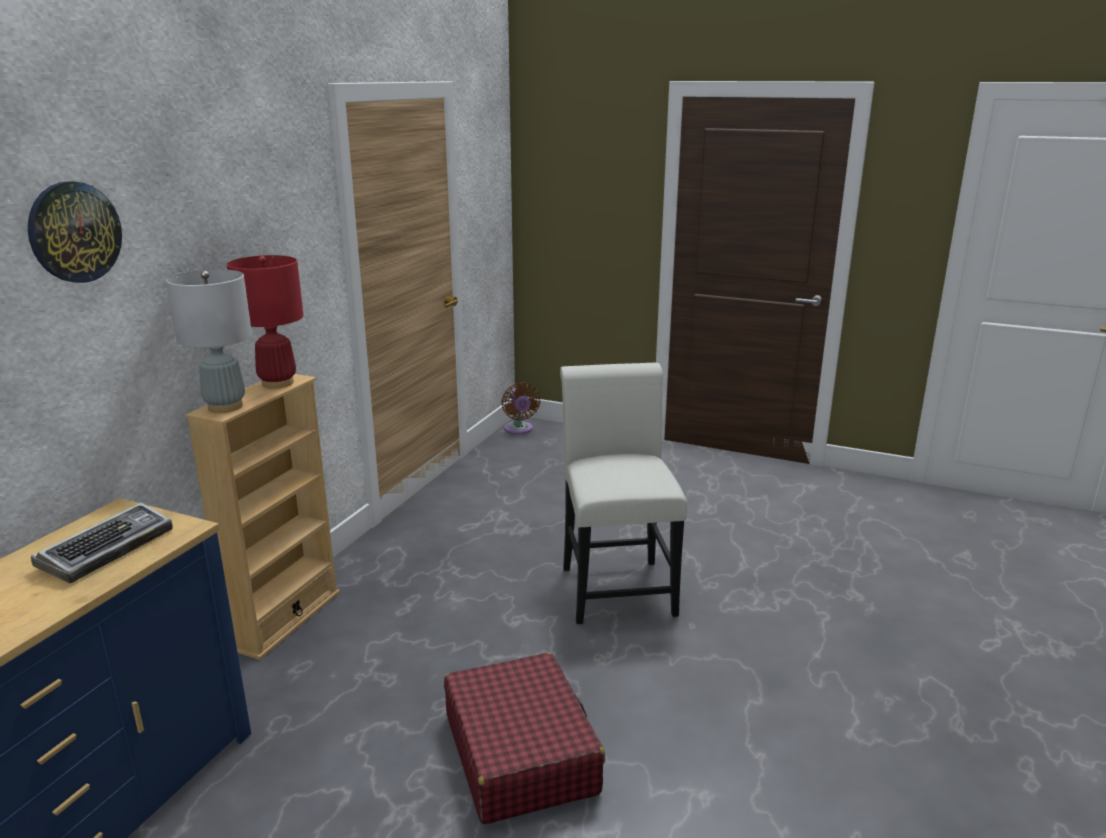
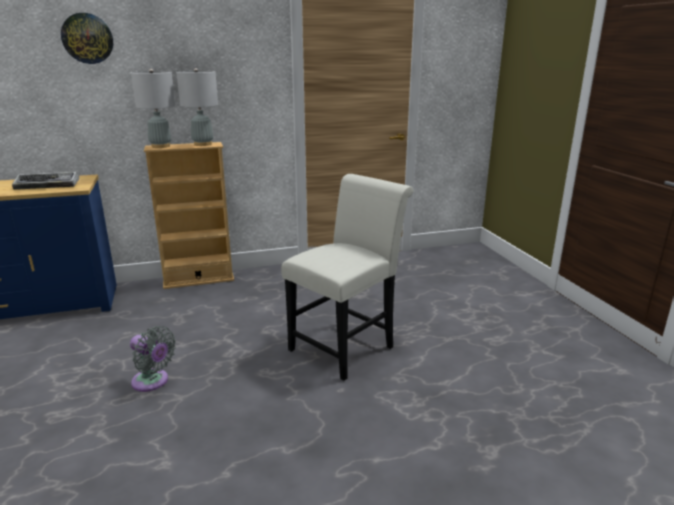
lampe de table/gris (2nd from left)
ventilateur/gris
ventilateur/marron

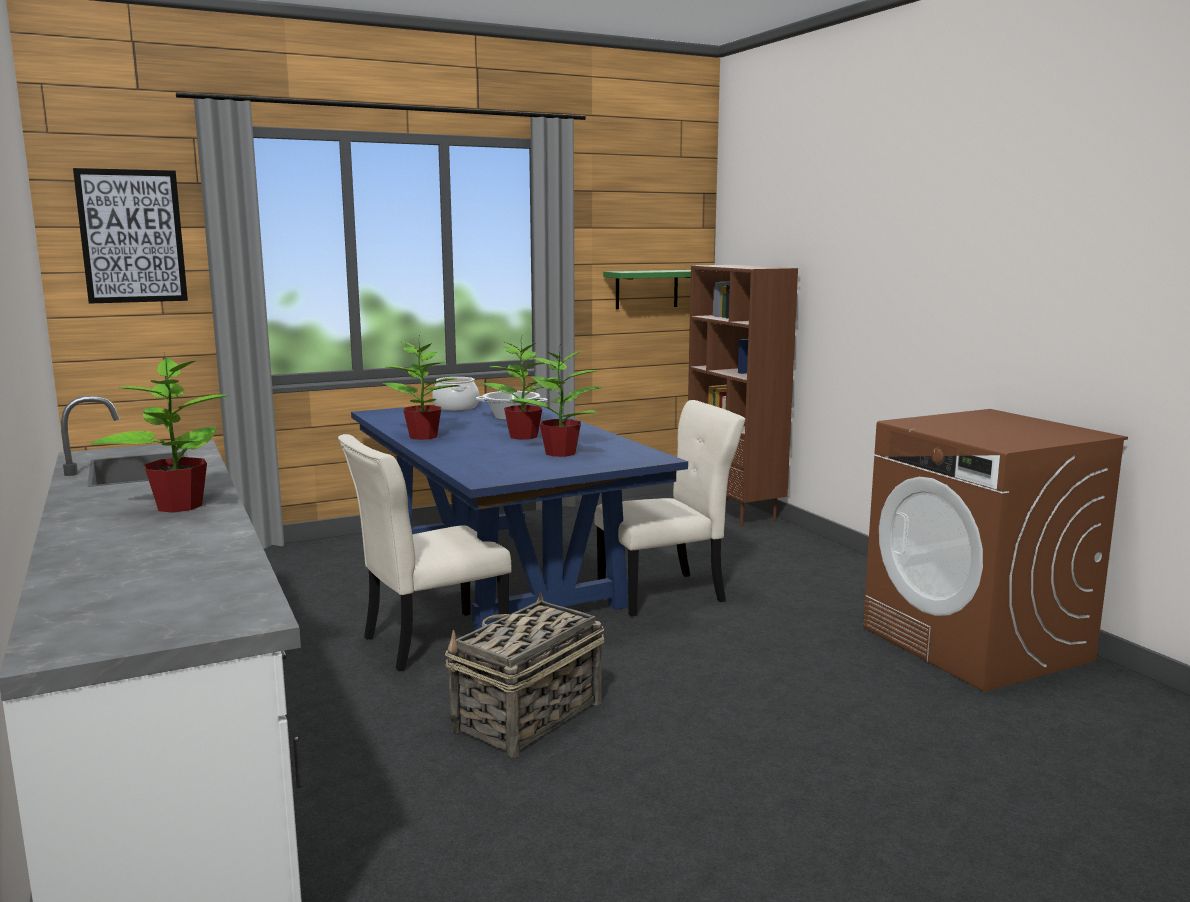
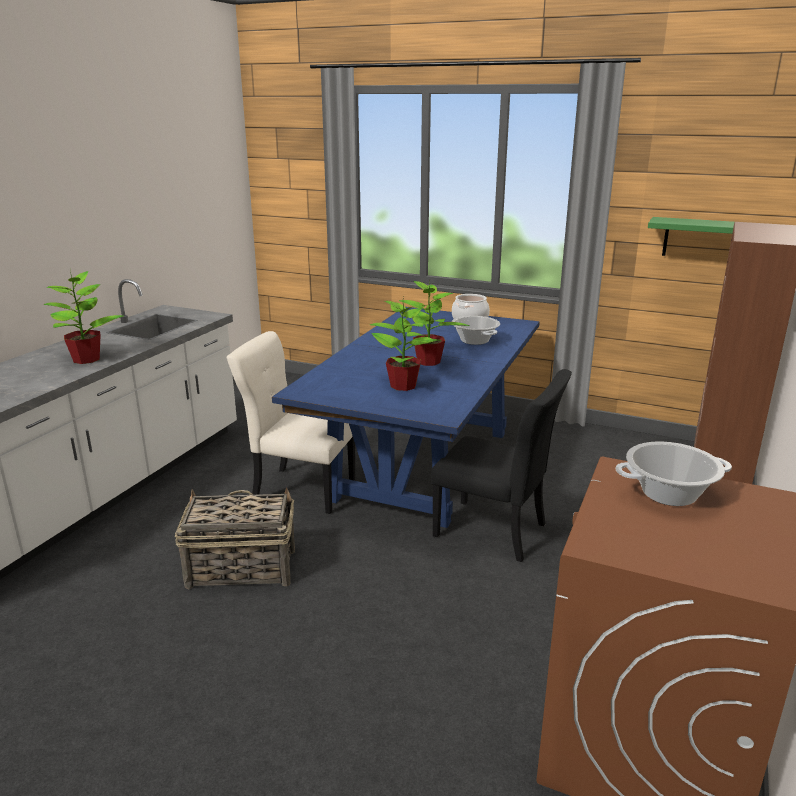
tableau
plante en pot (2nd from left in the first image)
chaise/noir
marmite (3rd from left)

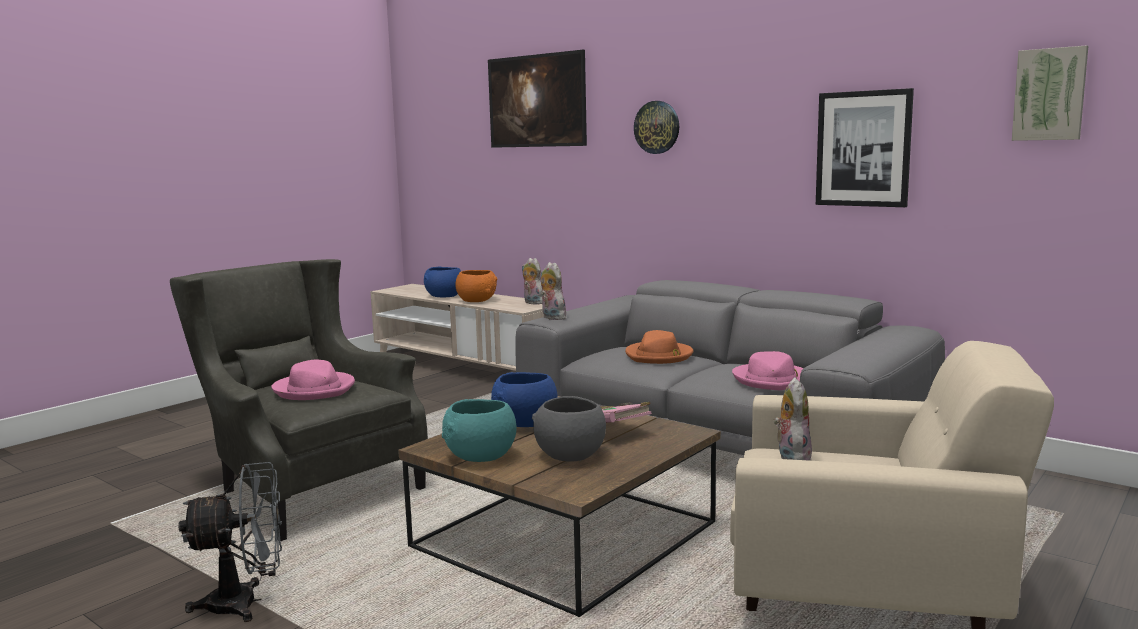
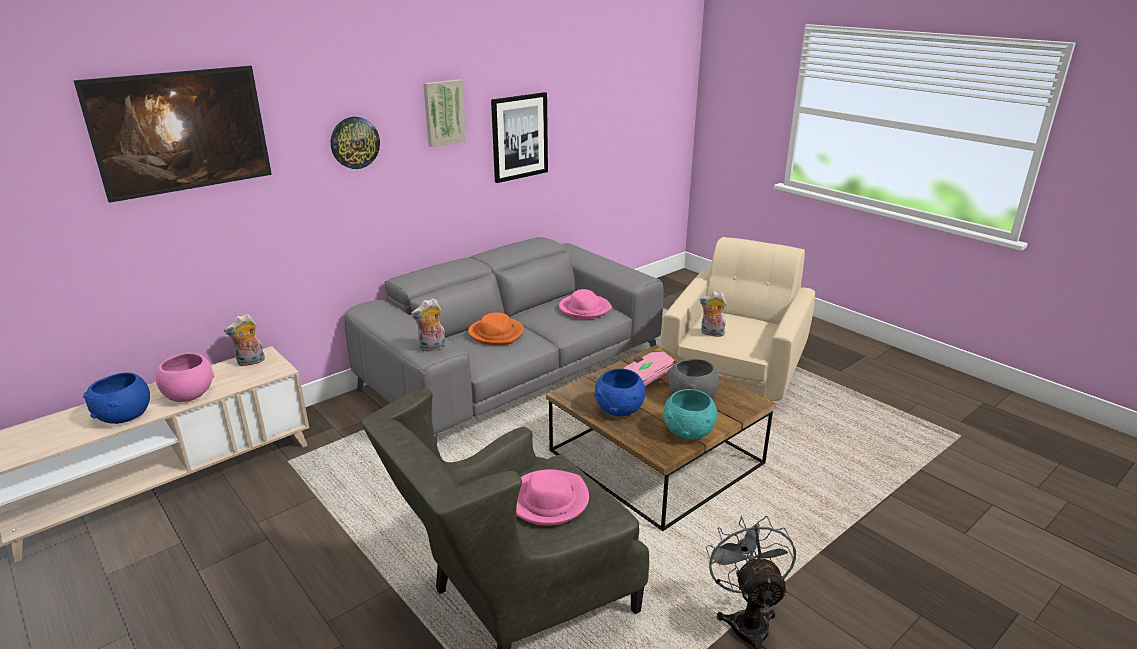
bol/rose
tableau (2nd from left)

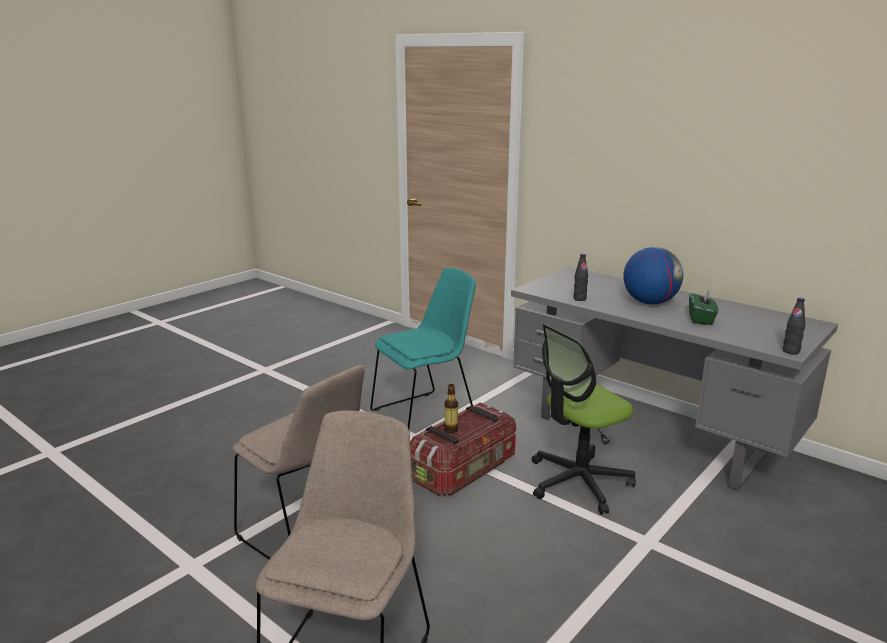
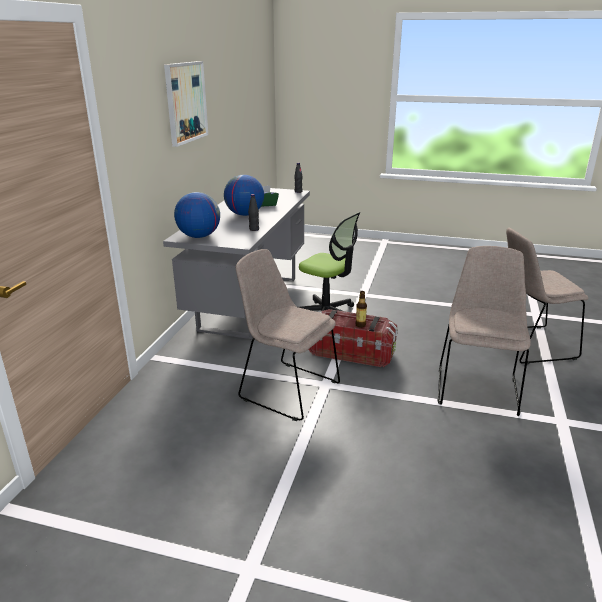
chaise/beige (1st from left)
tableau
globe (1st from left)

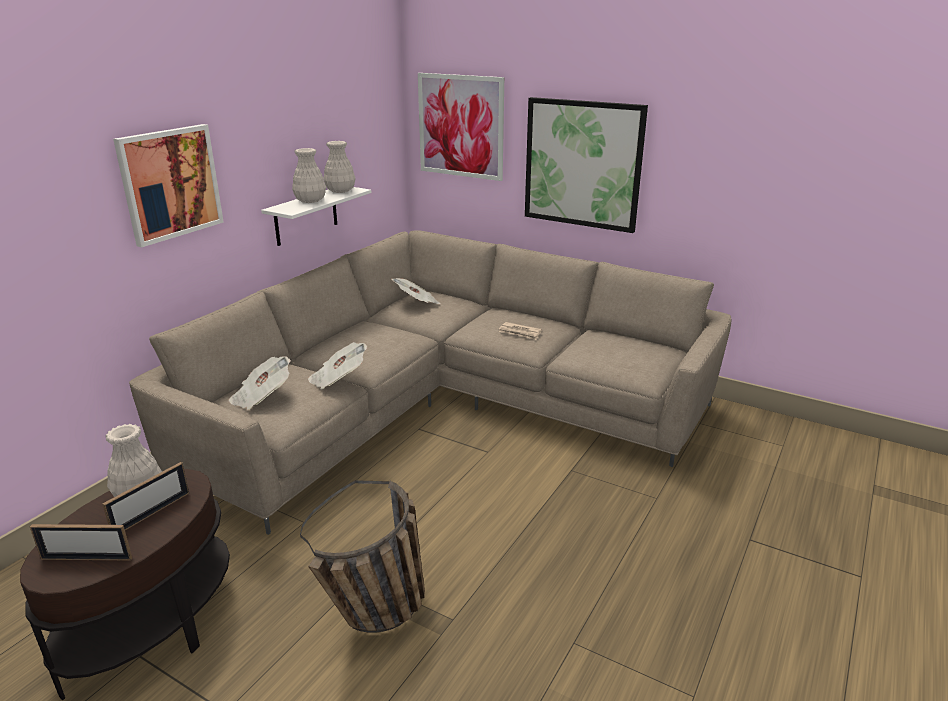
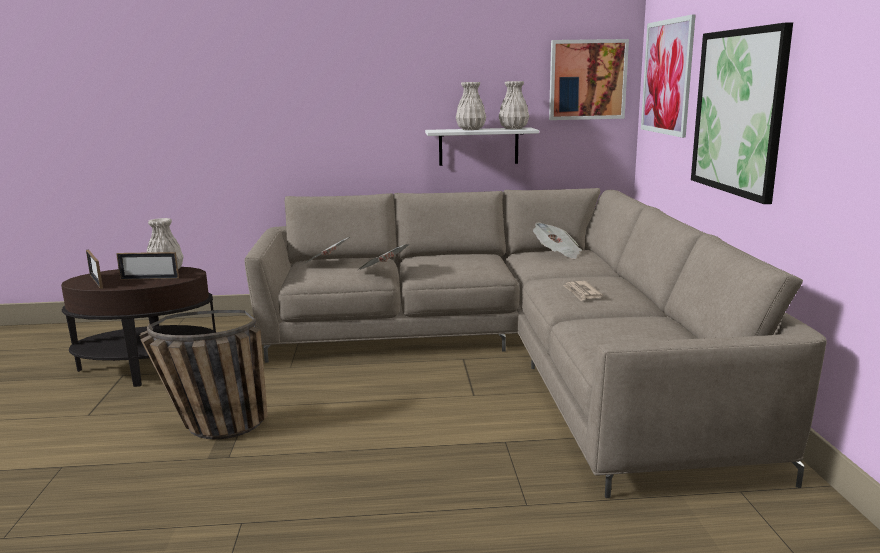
tableau (1st from left)

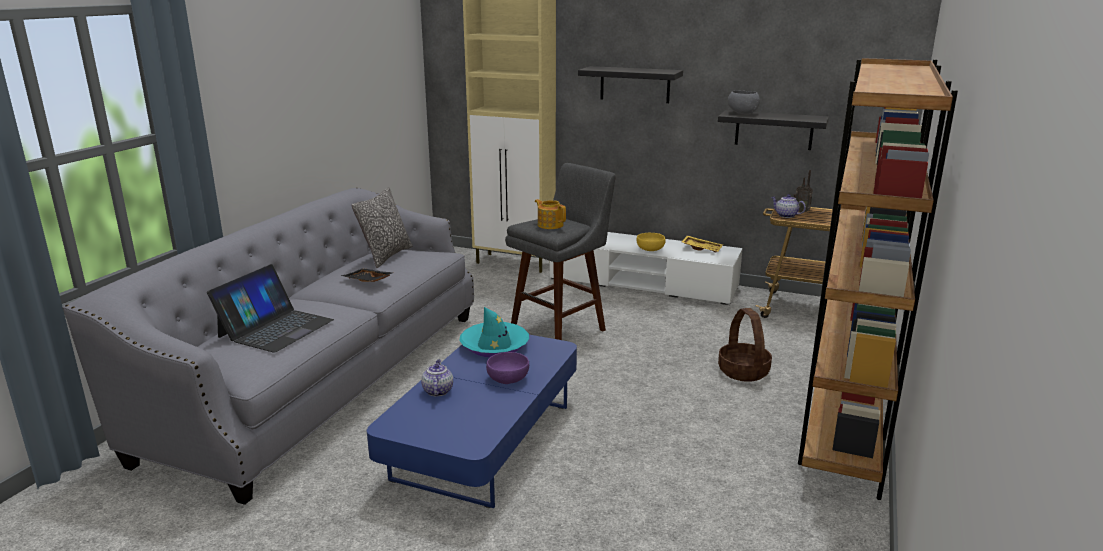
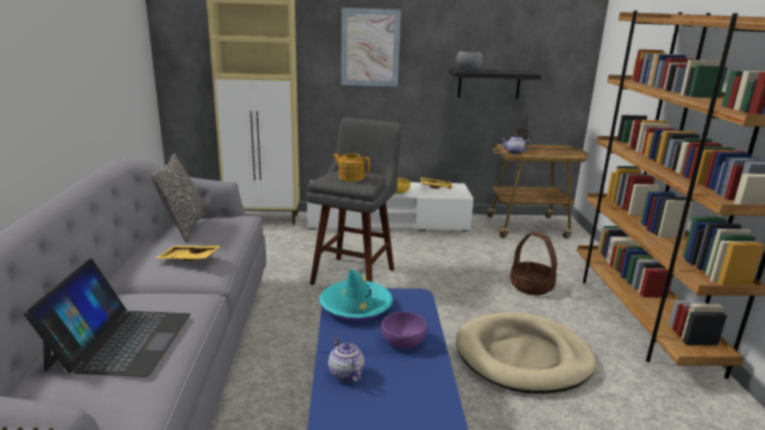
plateau/jaune (1st from left)
tableau
panier pour chien/beige

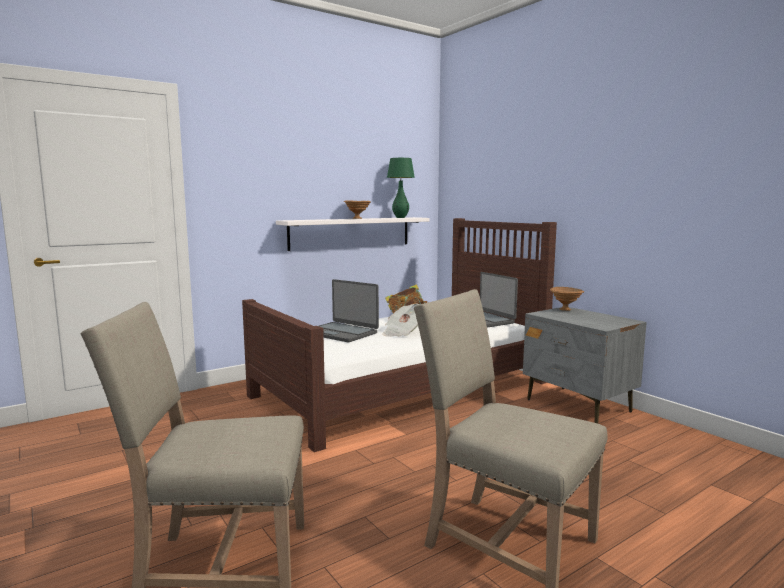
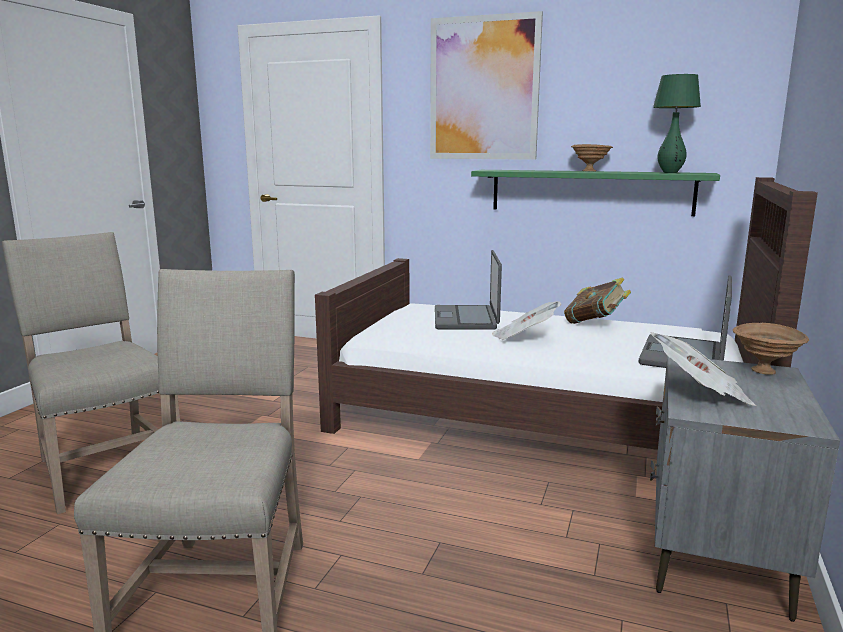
étagère/vert
tableau
journal (2nd from left)

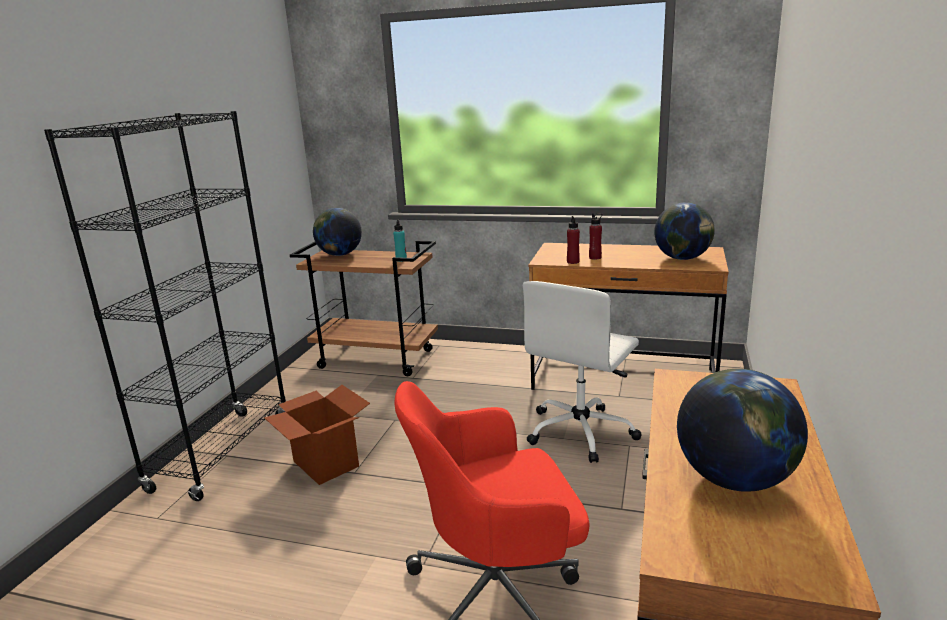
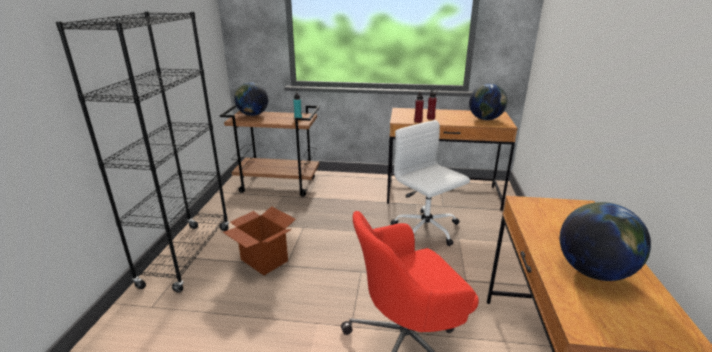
chaise de bureau/blanc

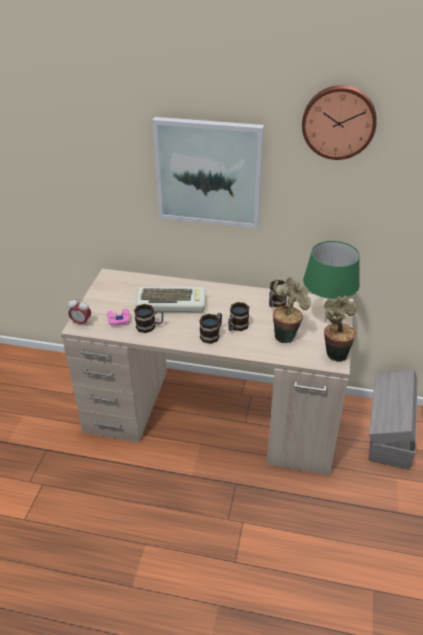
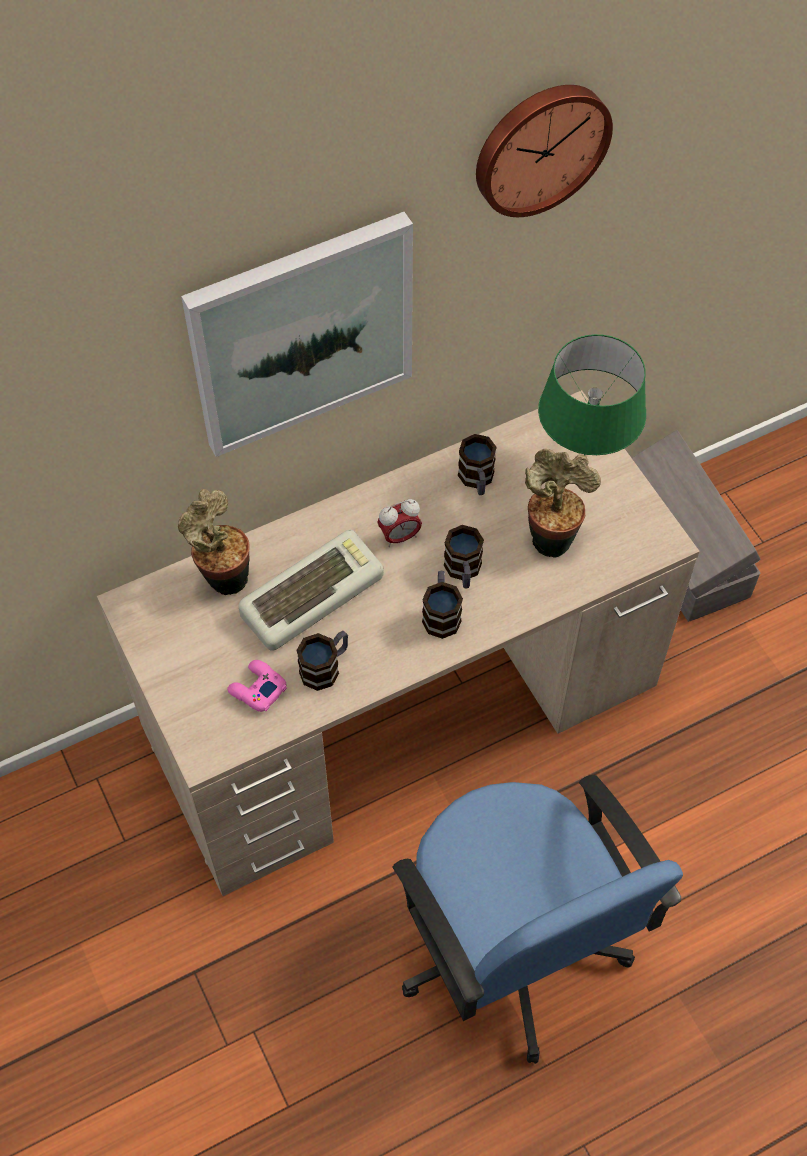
réveil
plante en pot (1st from left)
chaise de bureau/bleu

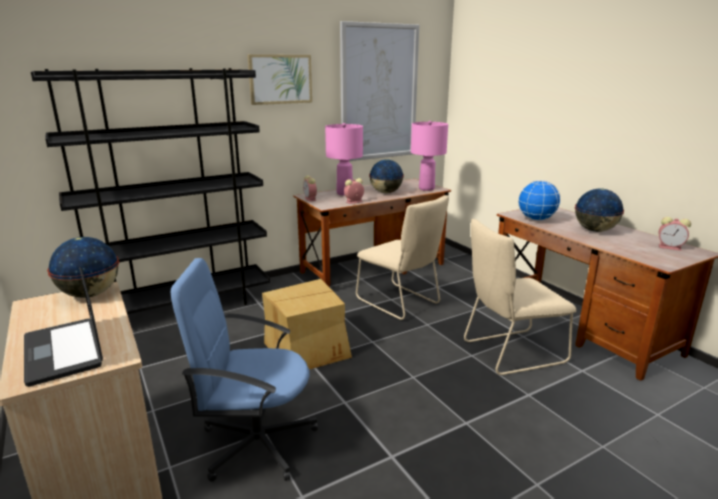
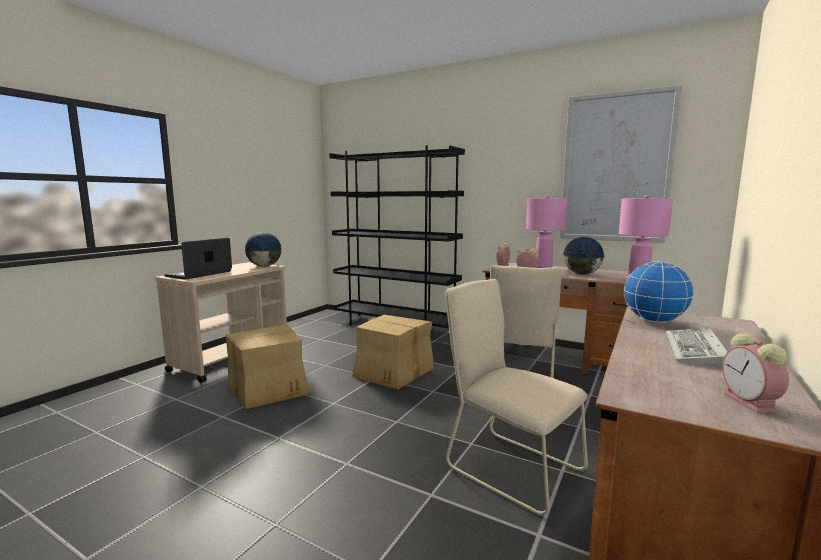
carton (1st from left)
tableau (1st from left in the first image)
clavier

